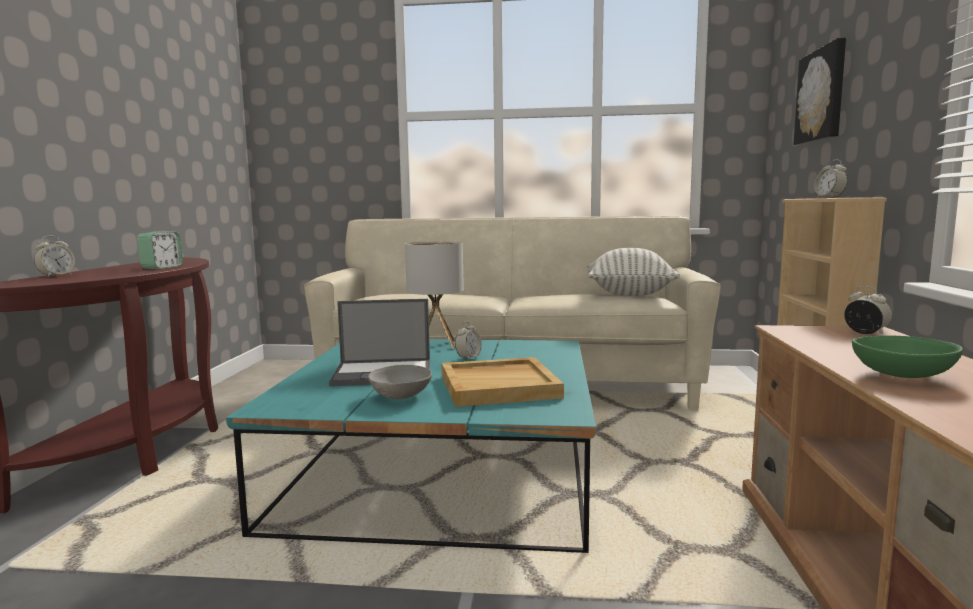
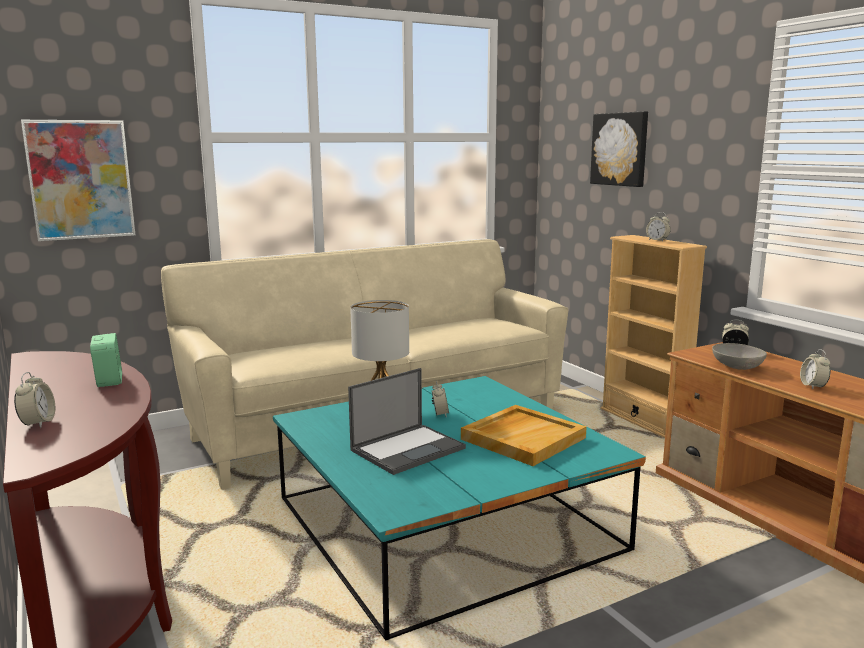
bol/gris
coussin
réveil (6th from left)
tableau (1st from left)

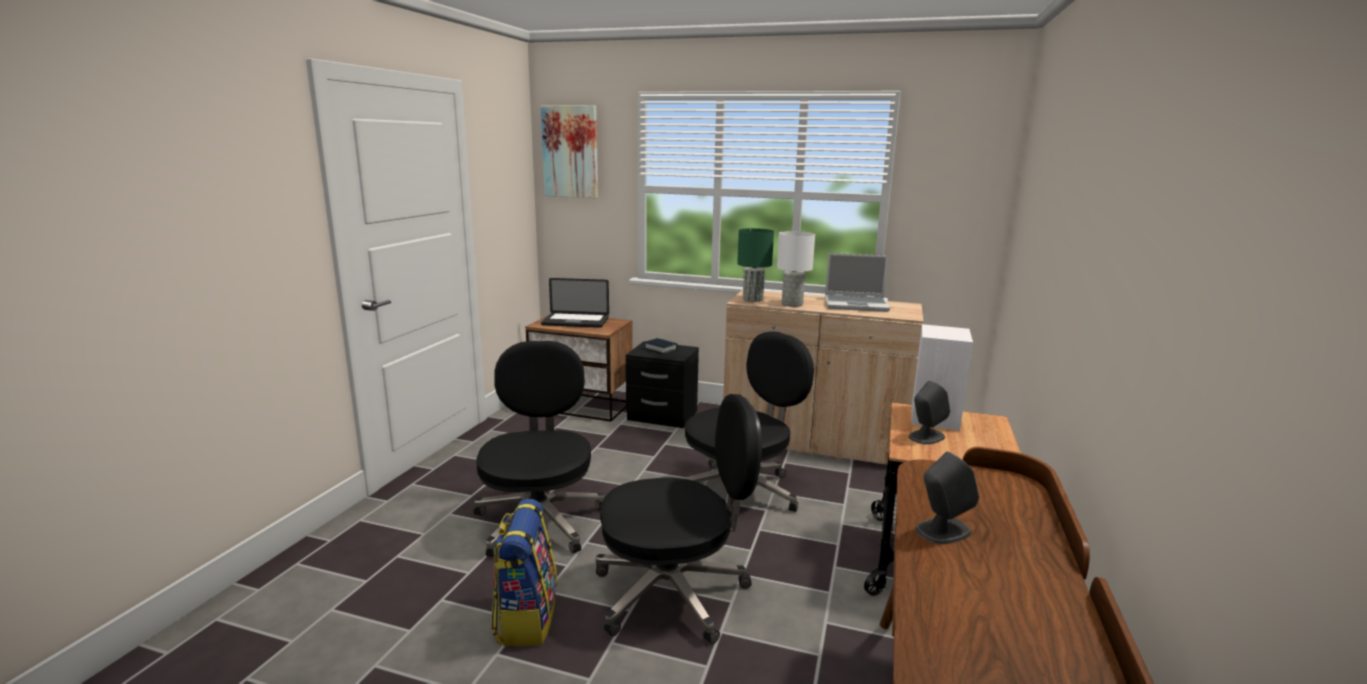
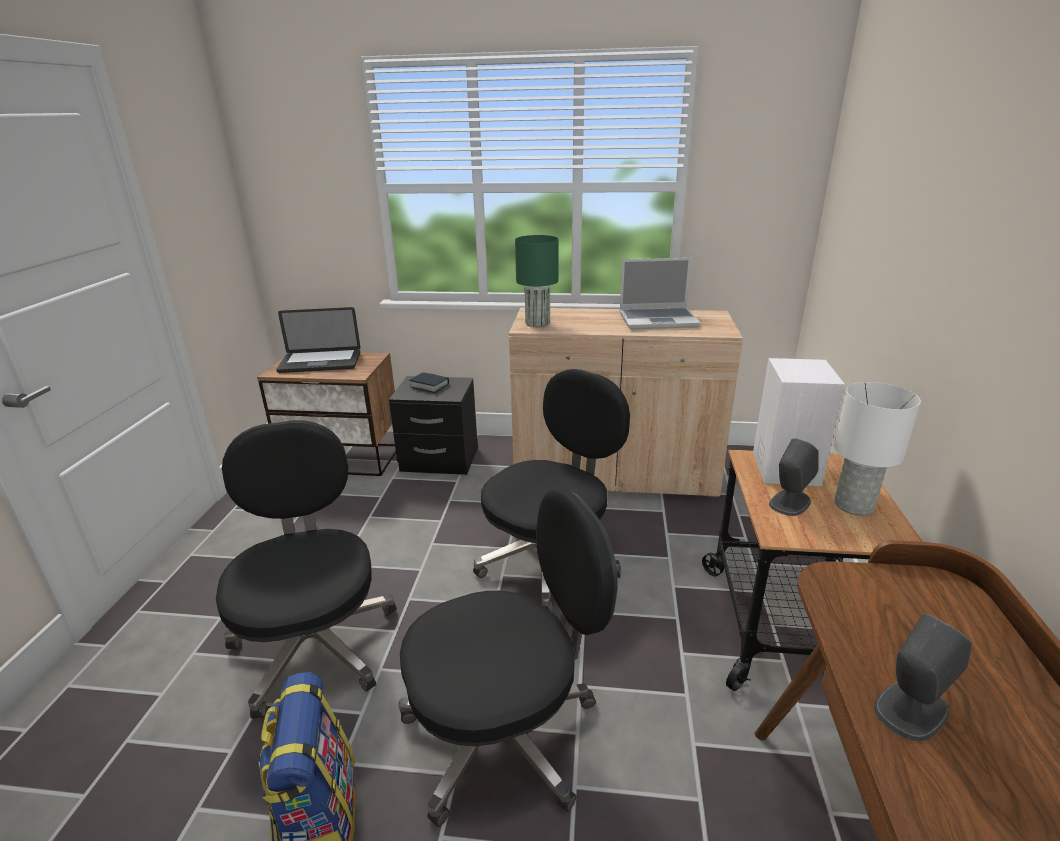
tableau
lampe de table/blanc

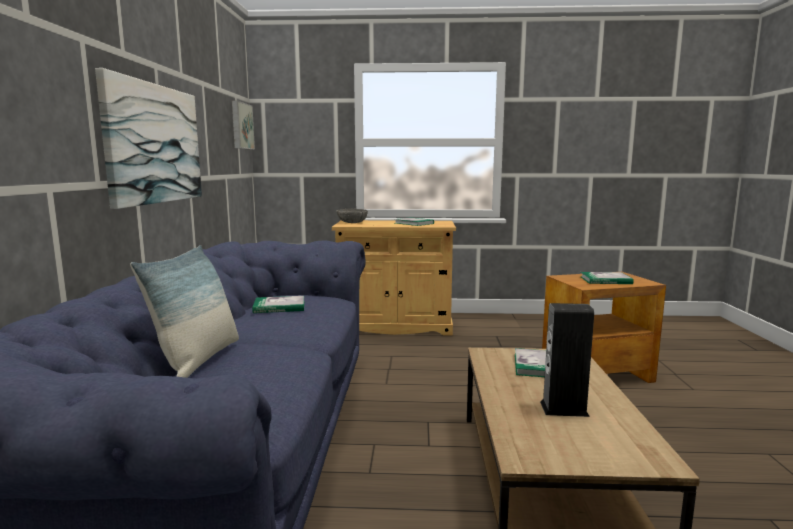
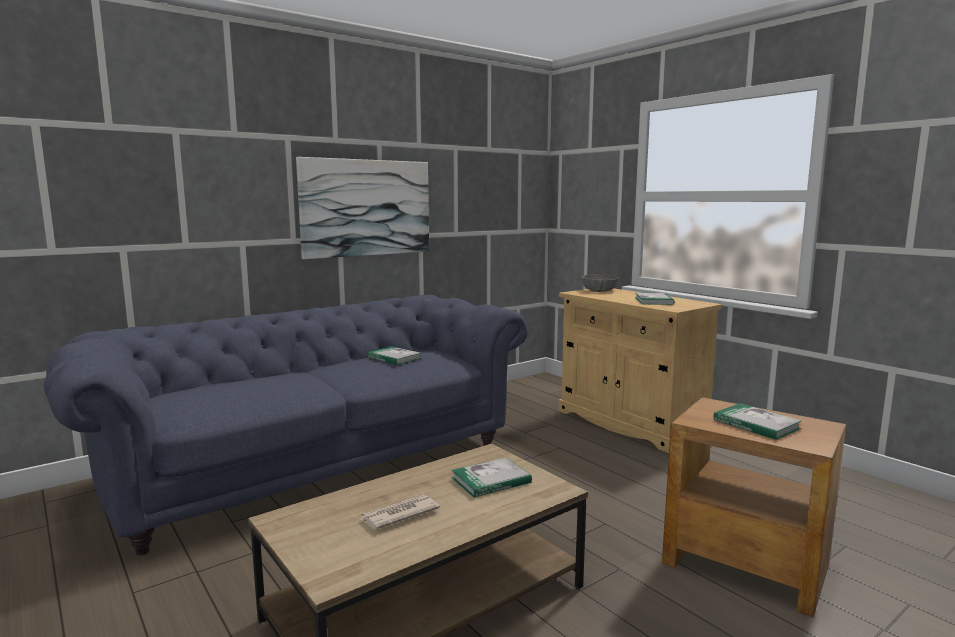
coussin
tableau (2nd from left in the first image)
journal

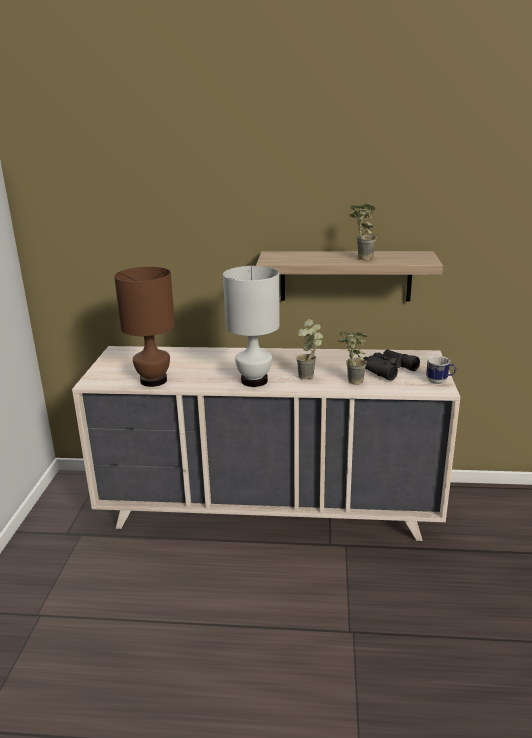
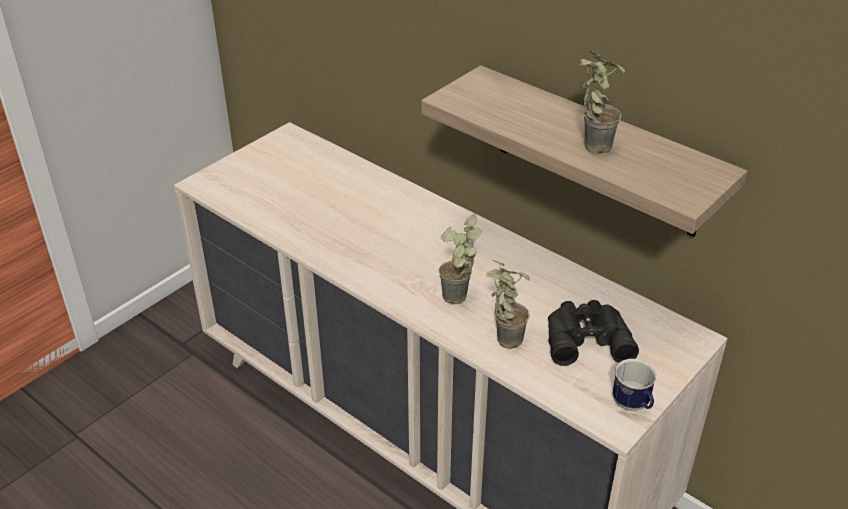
lampe de table/marron
lampe de table/blanc

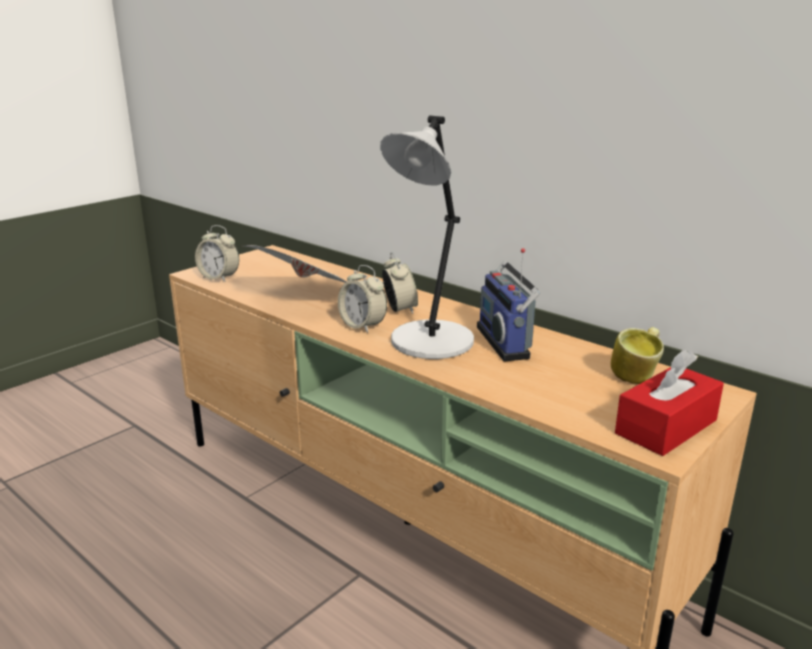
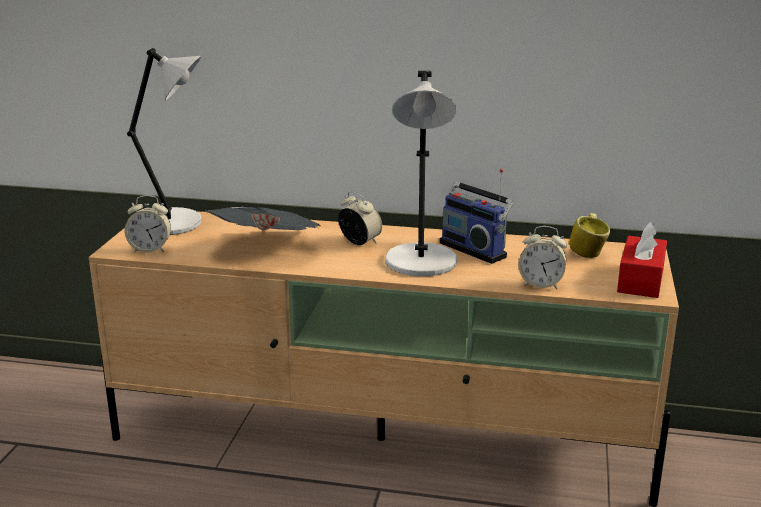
réveil (3rd from left)
lampe de table/gris (1st from left)

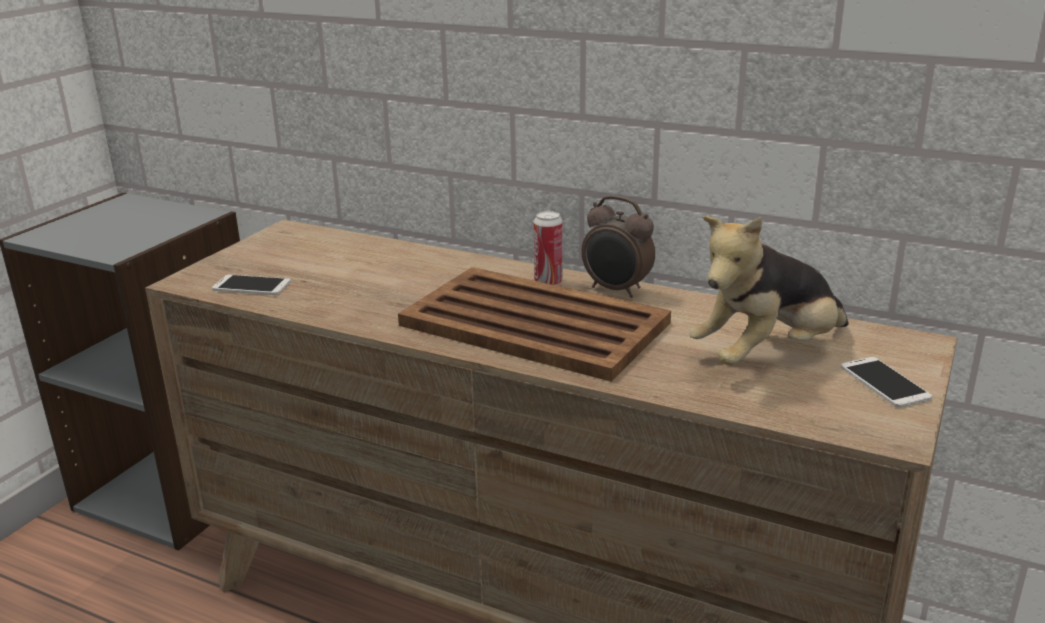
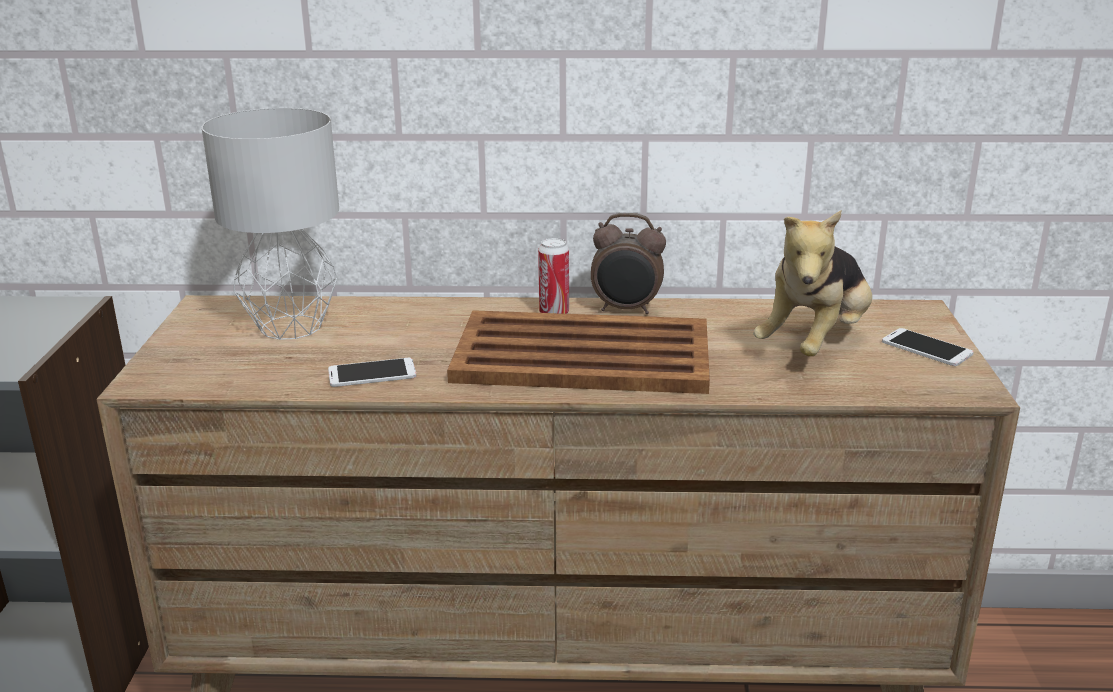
téléphone (1st from left)
lampe de table/gris

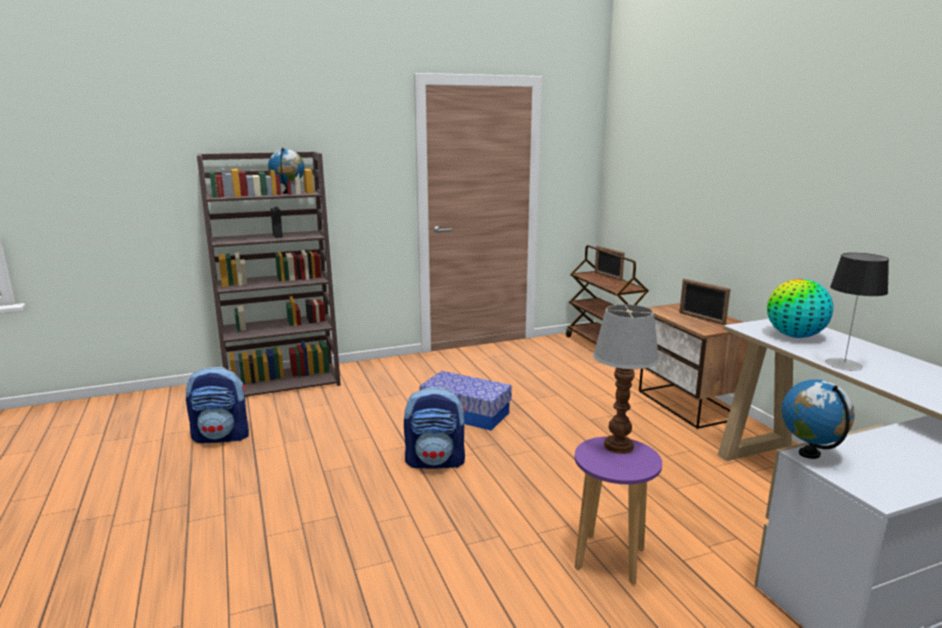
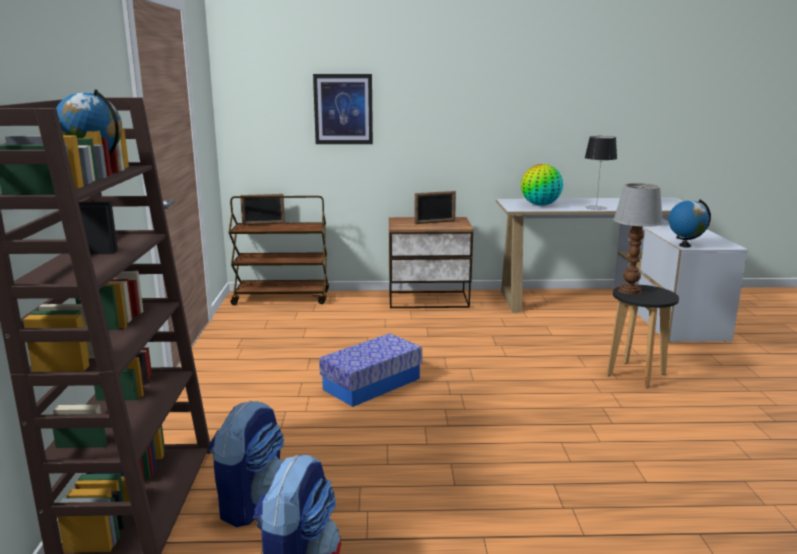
sac à dos (1st from left)
tabouret/noir
tableau

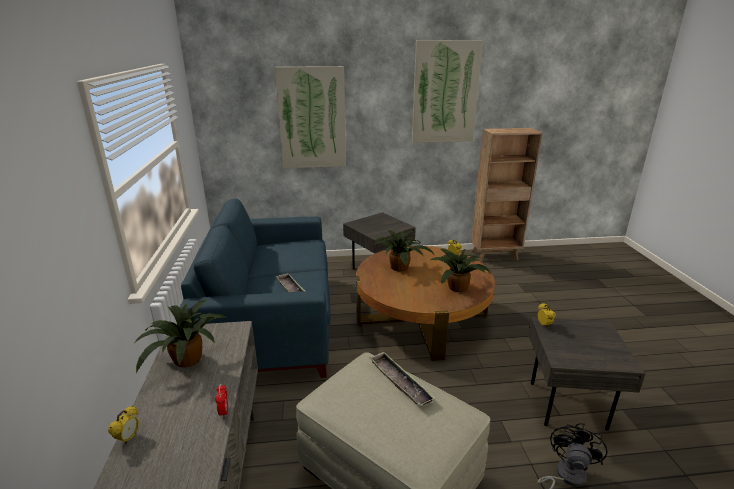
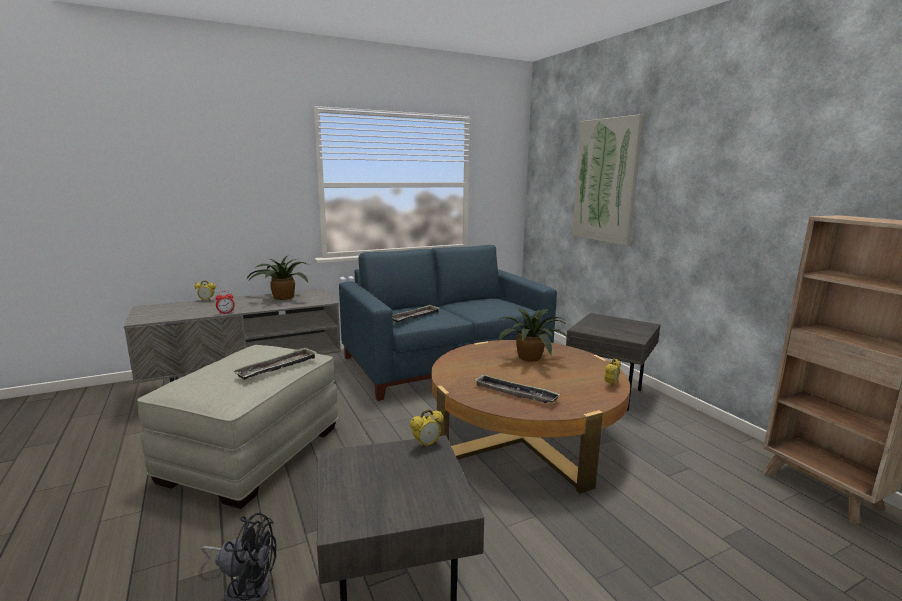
tableau (2nd from left in the first image)
plateau (3rd from left)

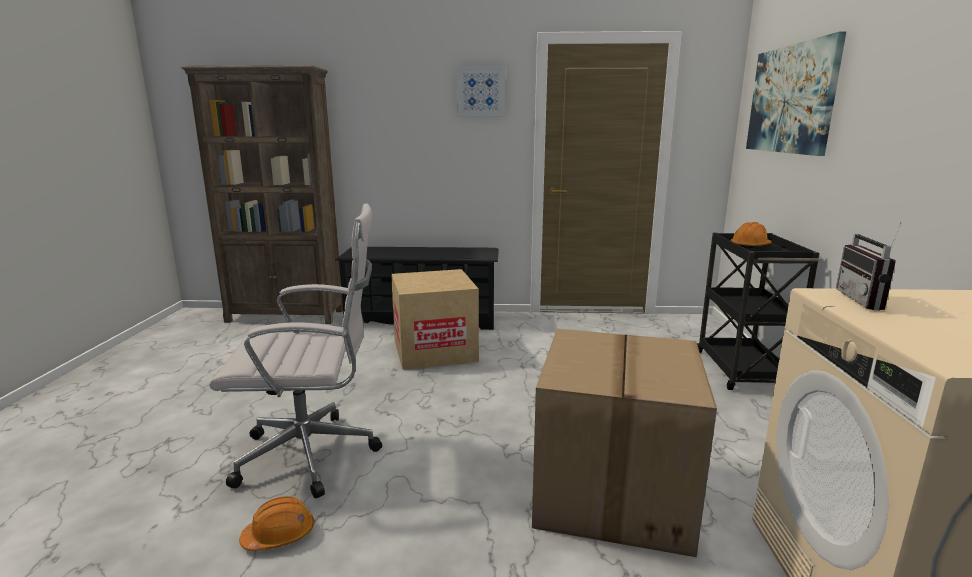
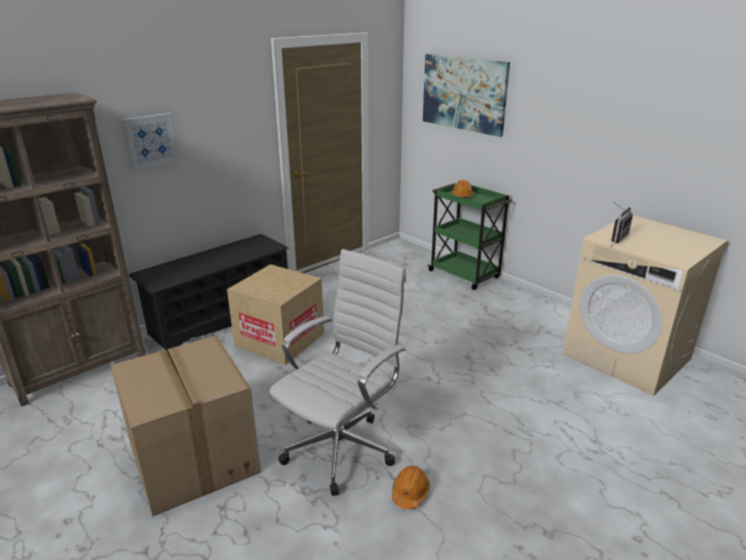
tableau (1st from left)
carton (1st from left)
chariot/vert
radio

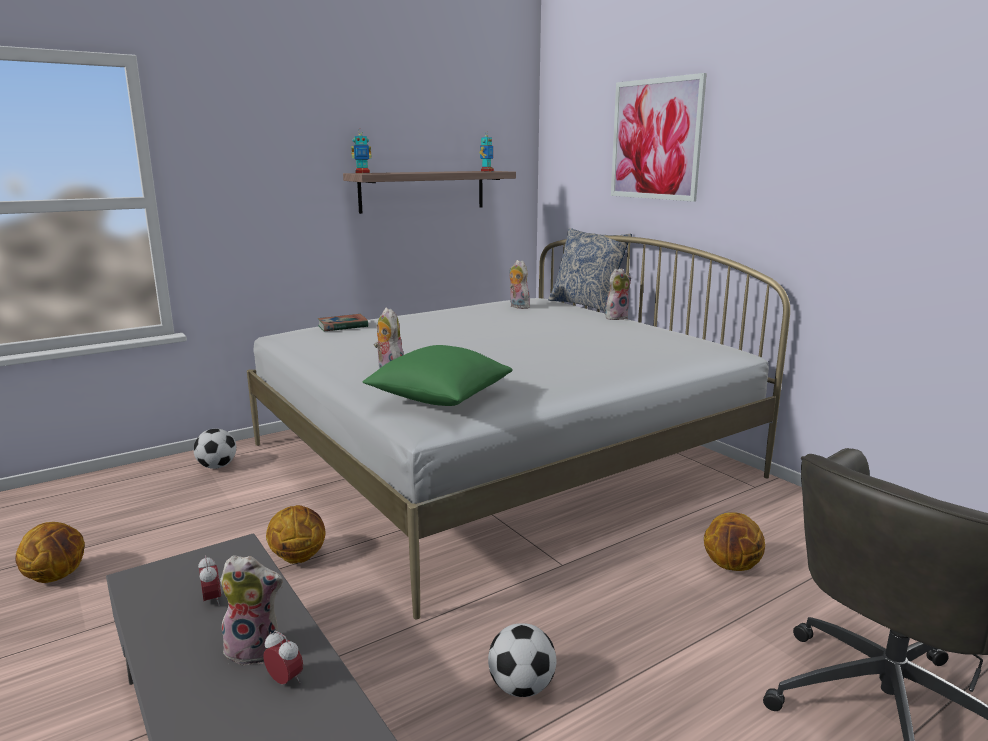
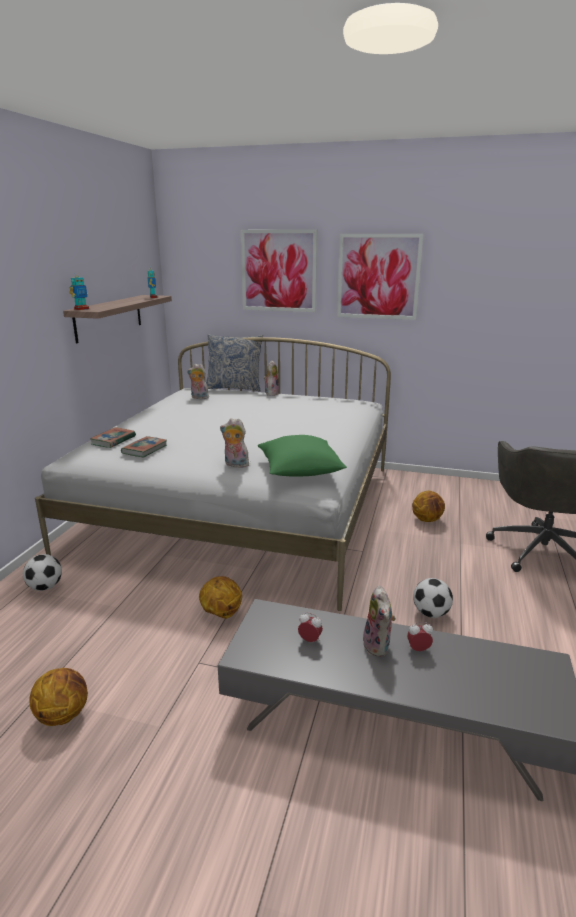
peluche (4th from left)
livre (2nd from left)
tableau (2nd from left)

